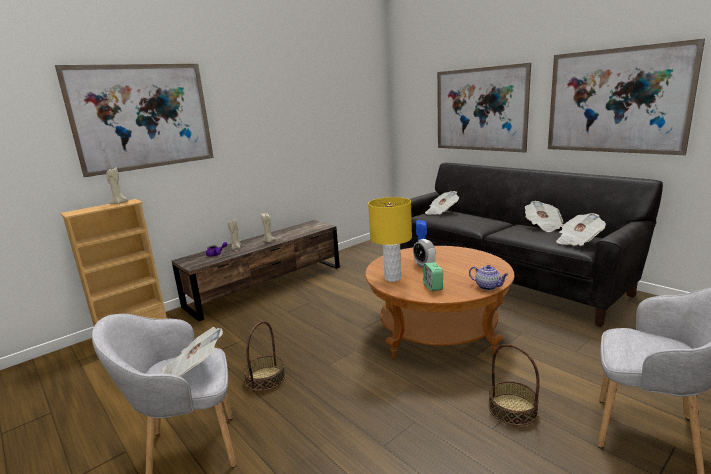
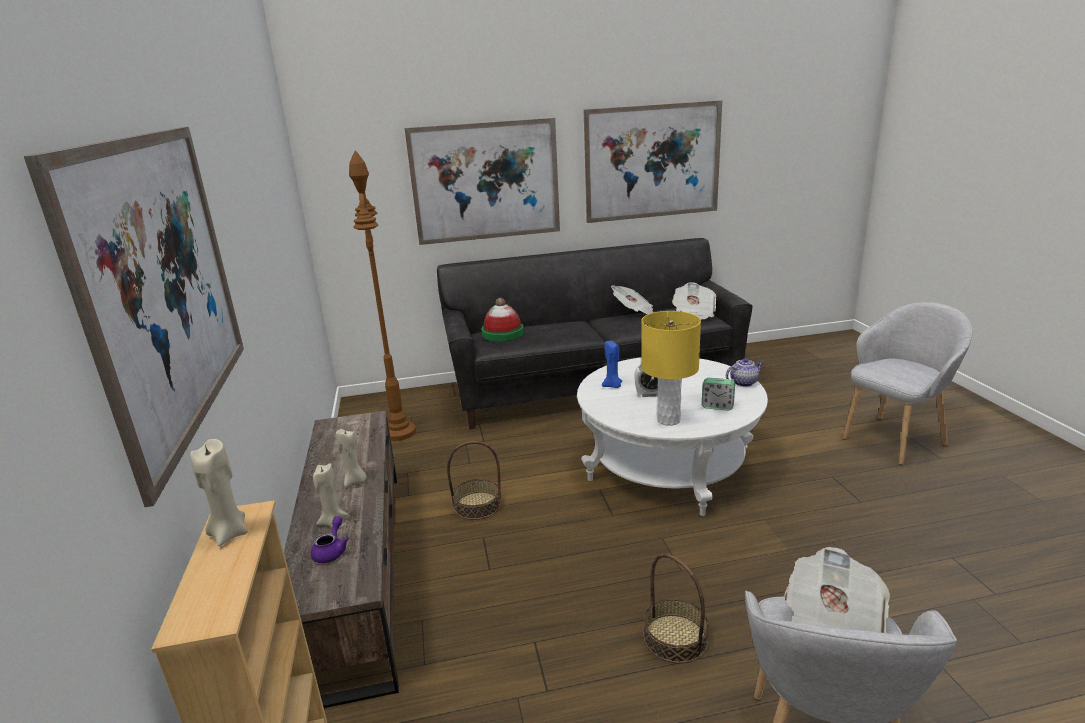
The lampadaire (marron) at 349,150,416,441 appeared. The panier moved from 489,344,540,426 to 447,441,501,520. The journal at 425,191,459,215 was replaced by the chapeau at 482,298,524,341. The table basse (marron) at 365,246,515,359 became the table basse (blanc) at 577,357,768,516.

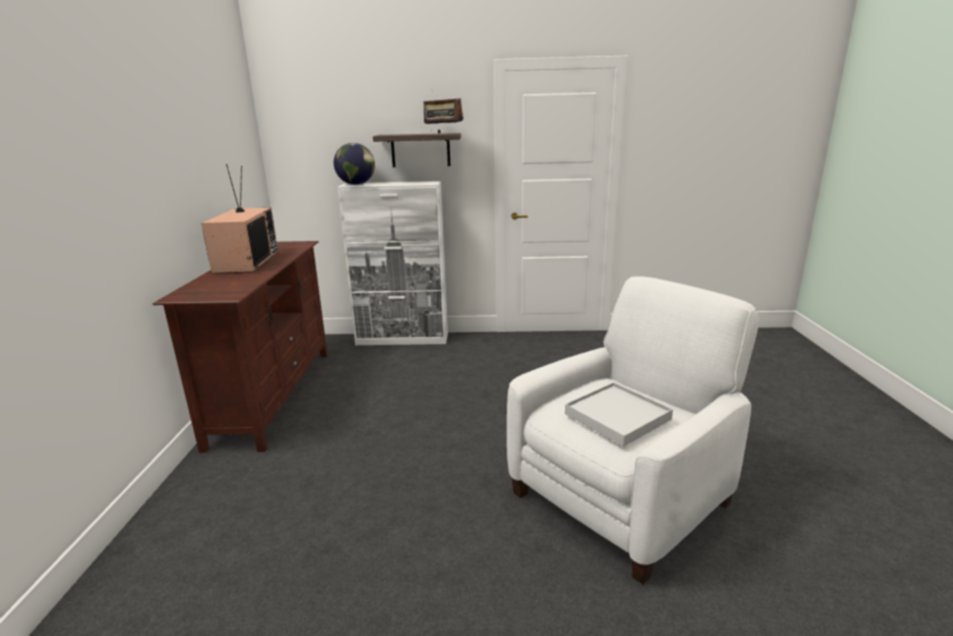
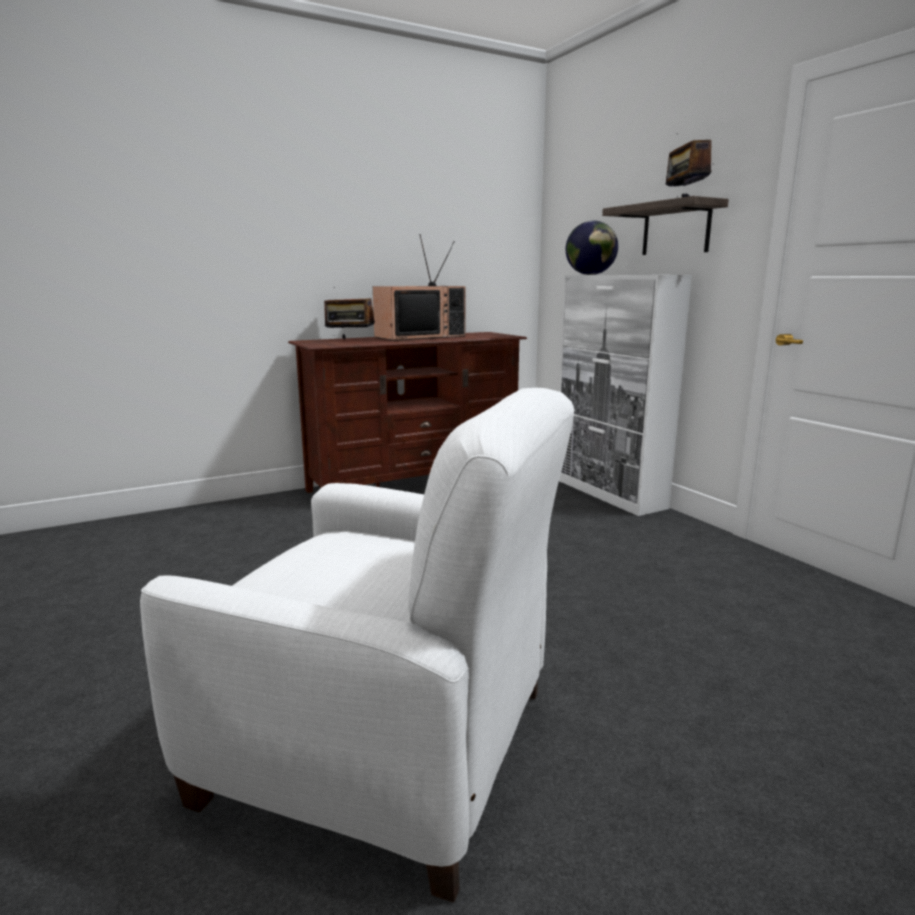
The plateau (blanc) at 565,382,673,447 disappeared. The radio at 324,287,375,339 appeared.

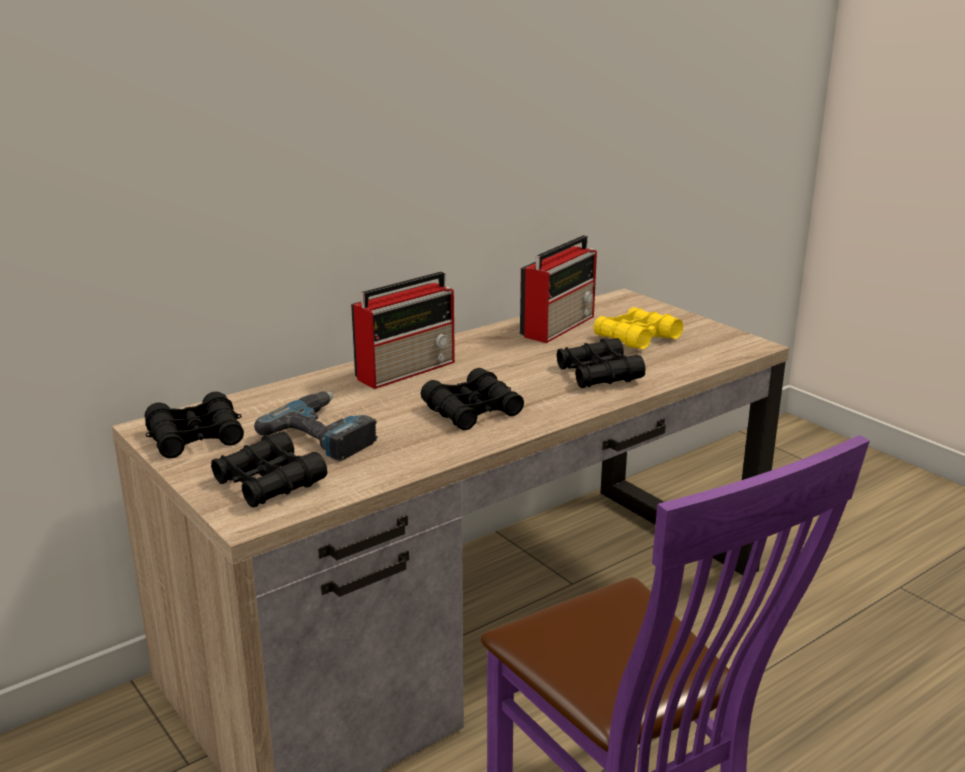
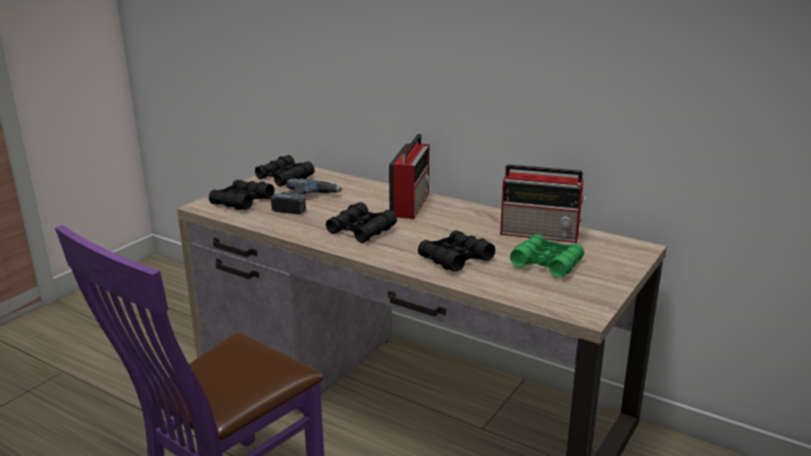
The jumelles (jaune) at 594,307,683,349 became the jumelles (vert) at 510,234,584,277. The radio at 351,272,455,389 turned 105 degrees counterclockwise.

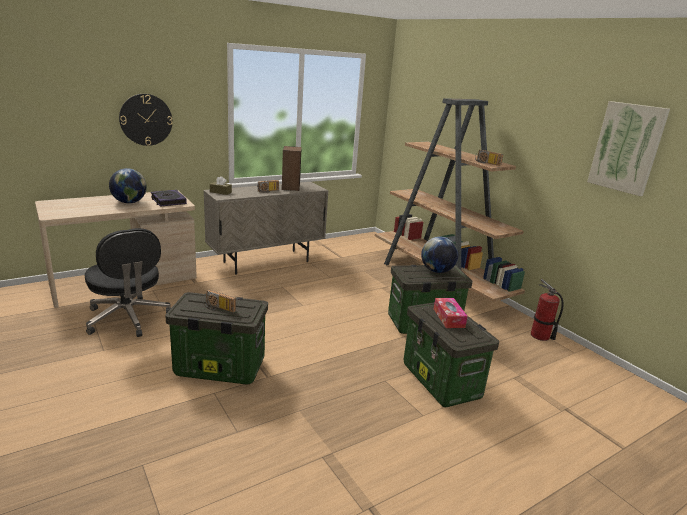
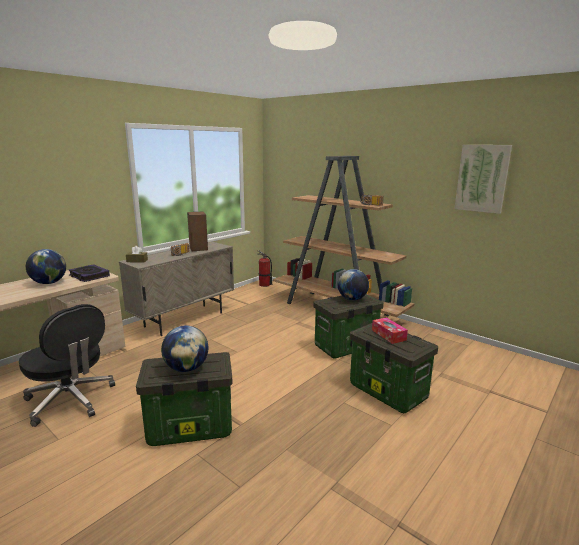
The horloge murale at 119,94,173,146 disappeared. The extincteur moved from 531,279,564,341 to 258,250,272,287. The radio at 203,290,236,313 was replaced by the globe at 161,325,208,372.

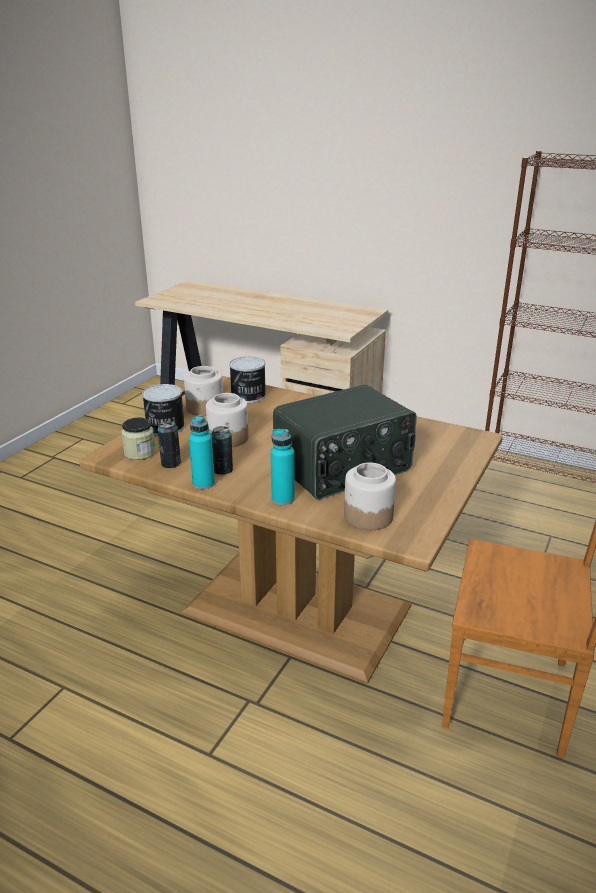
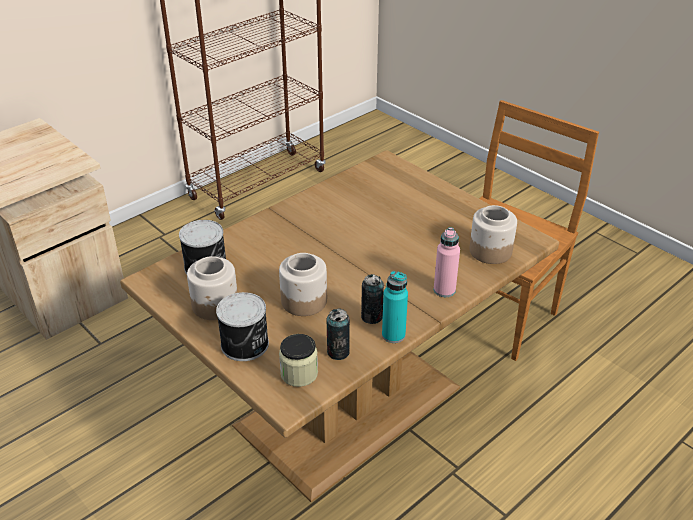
The radio at 273,384,417,499 disappeared. The bouteille (turquoise) at 271,429,295,505 became the bouteille (rose) at 434,227,460,297.

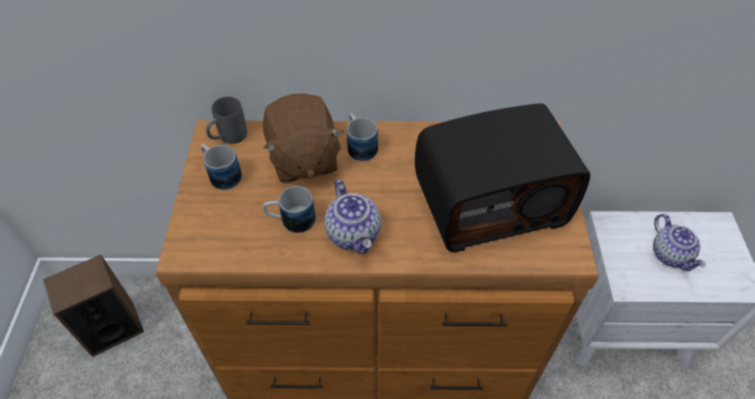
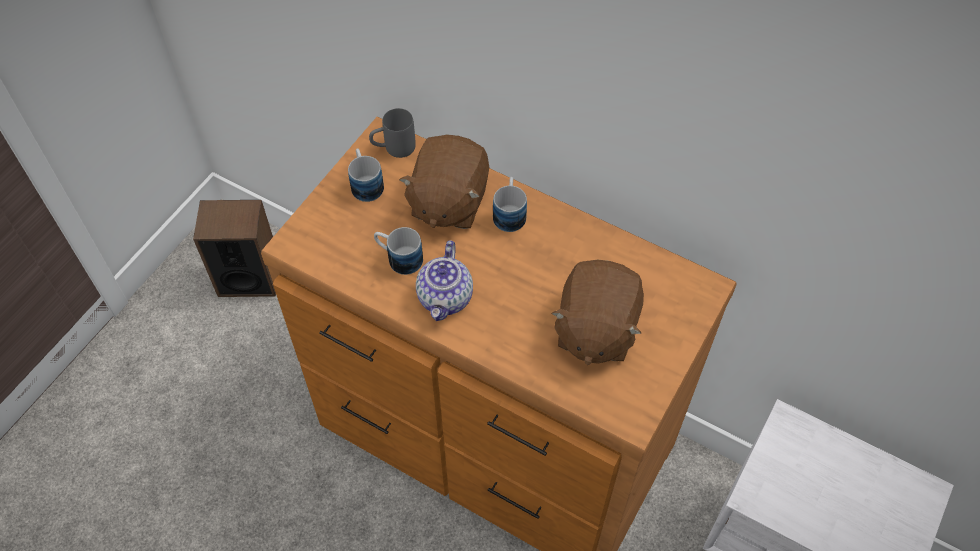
The théière at 653,214,706,271 disappeared. The radio at 415,103,590,252 was replaced by the peluche (marron) at 551,260,644,365.

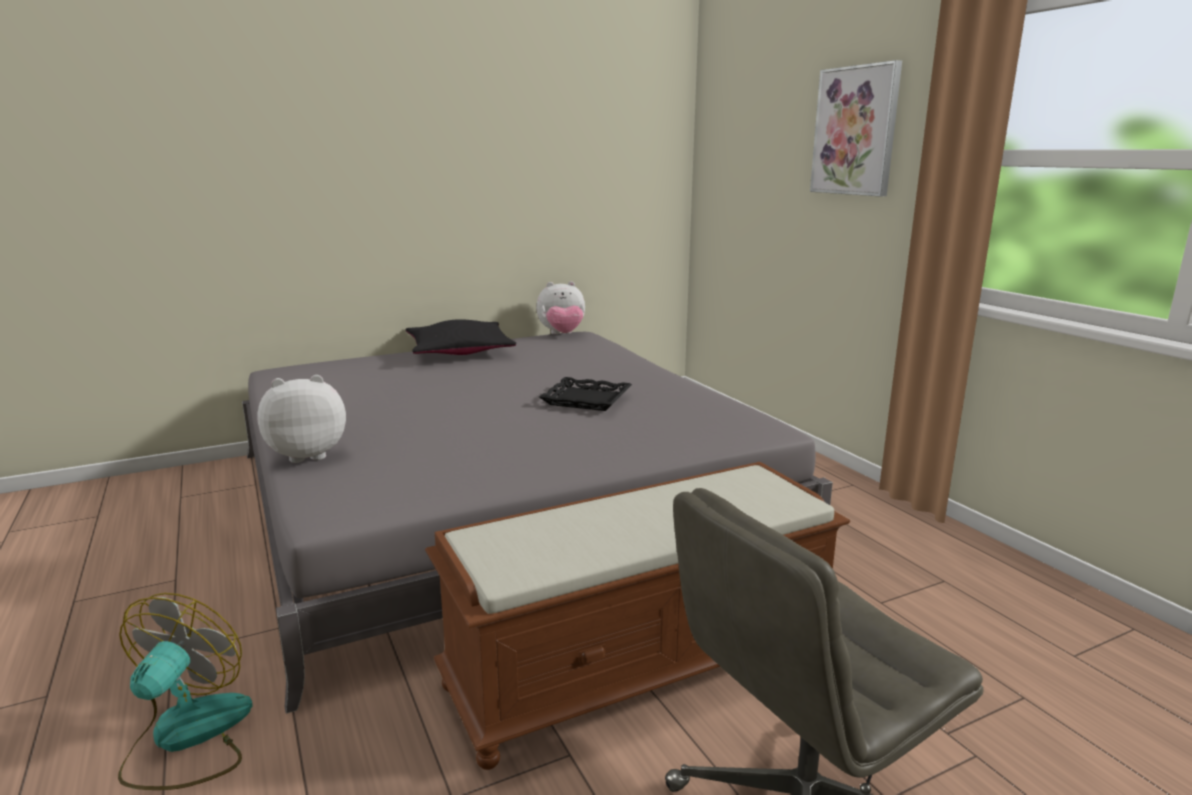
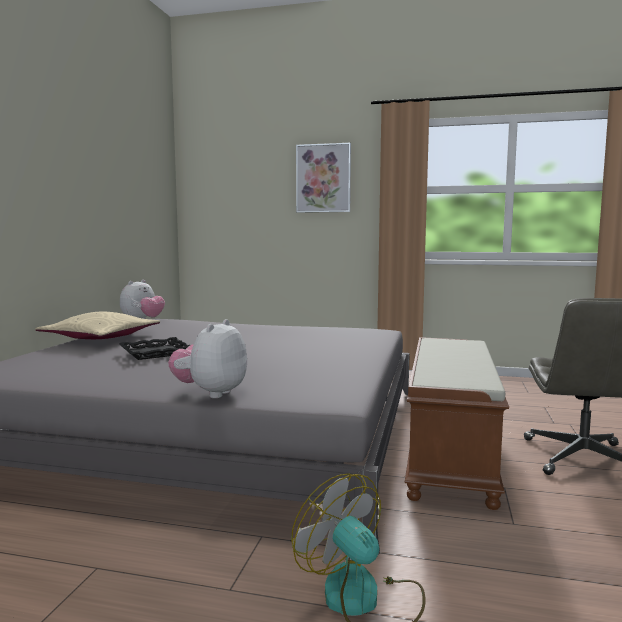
The plateau (noir) moved from 539,377,632,411 to 119,337,190,360. The coussin (noir) at 406,319,516,355 became the coussin (beige) at 35,311,160,339.

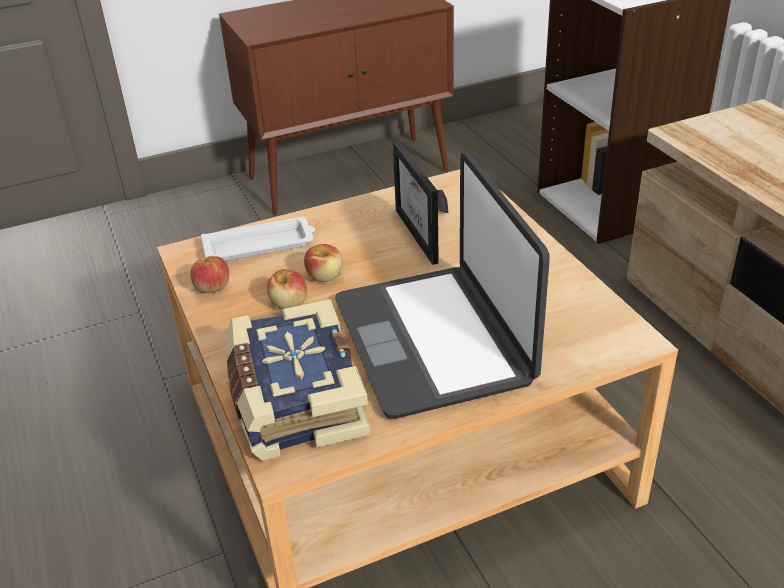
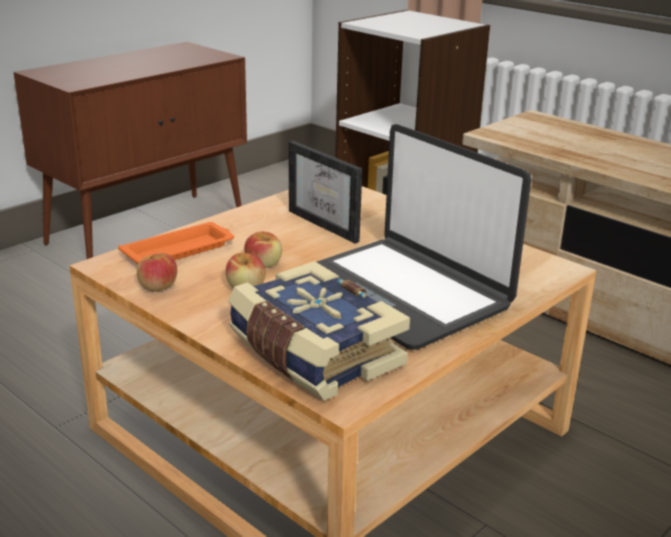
The plateau (blanc) at 201,217,315,261 became the plateau (orange) at 118,222,234,264.

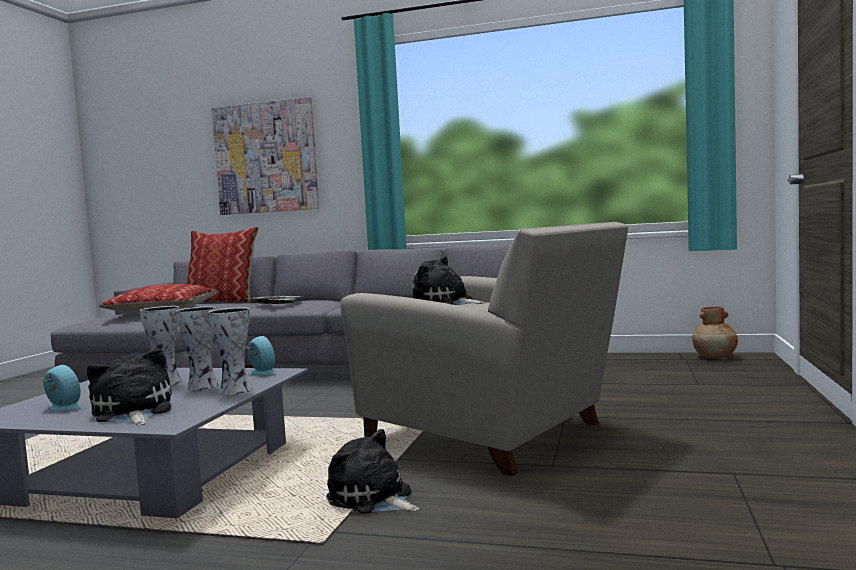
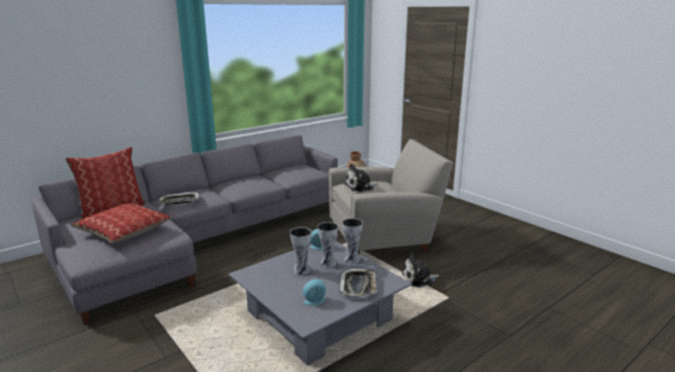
The tableau at 212,97,319,215 disappeared. The peluche at 87,348,172,425 was replaced by the plateau at 339,268,377,298.

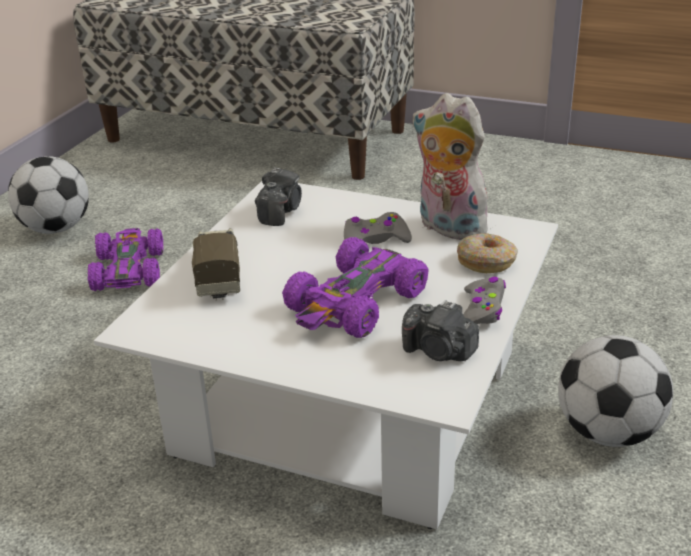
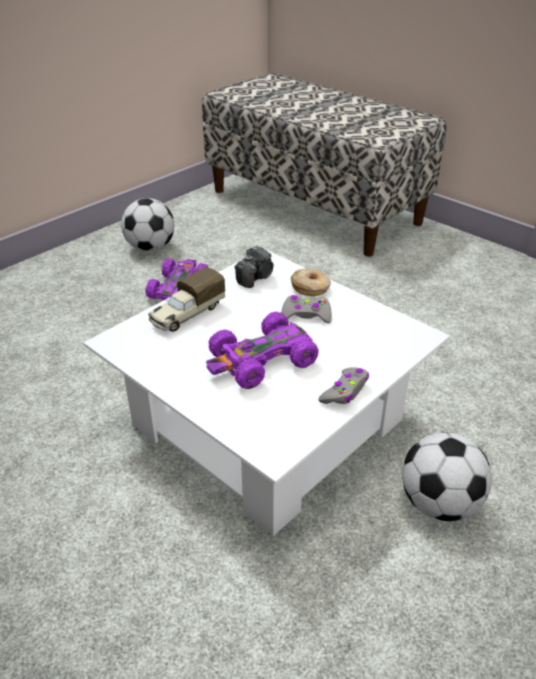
The appareil photo at 402,300,479,361 disappeared. The peluche at 412,93,494,240 disappeared. The beignet moved from 457,233,518,273 to 291,269,331,296. The camion jouet at 192,228,240,301 turned 150 degrees counterclockwise.

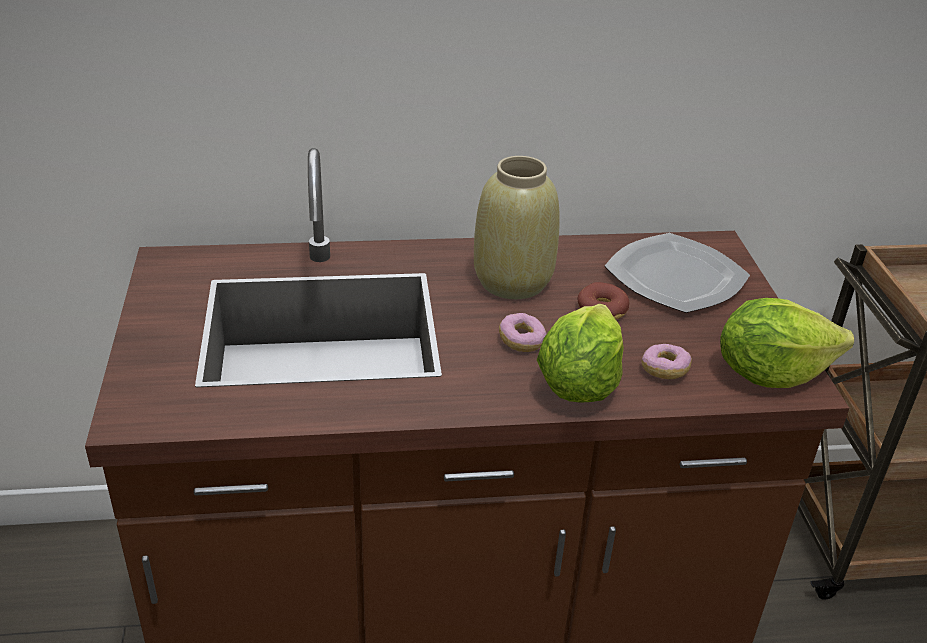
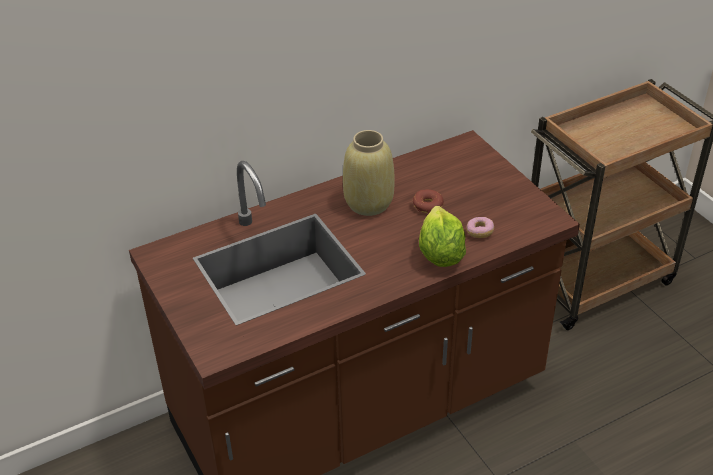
The beignet at 499,313,547,352 disappeared. The assiette at 605,233,750,313 disappeared. The laitue at 720,298,854,388 disappeared.

